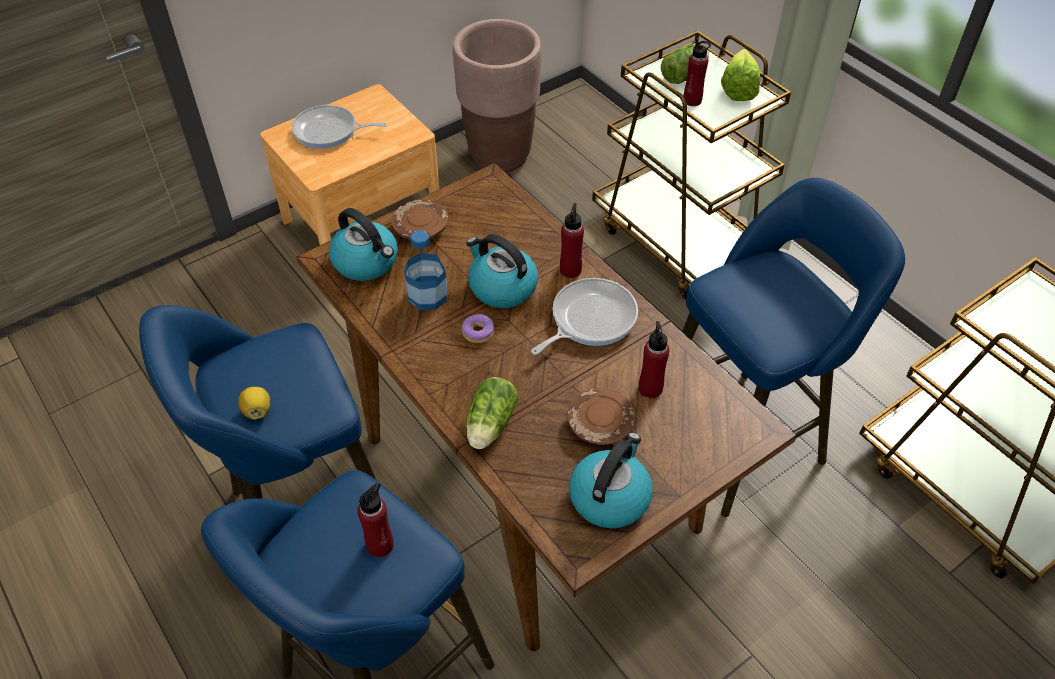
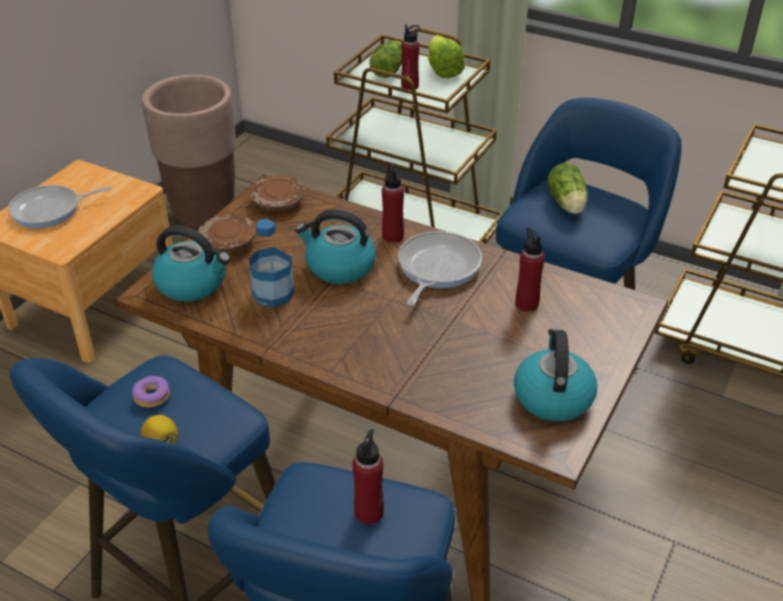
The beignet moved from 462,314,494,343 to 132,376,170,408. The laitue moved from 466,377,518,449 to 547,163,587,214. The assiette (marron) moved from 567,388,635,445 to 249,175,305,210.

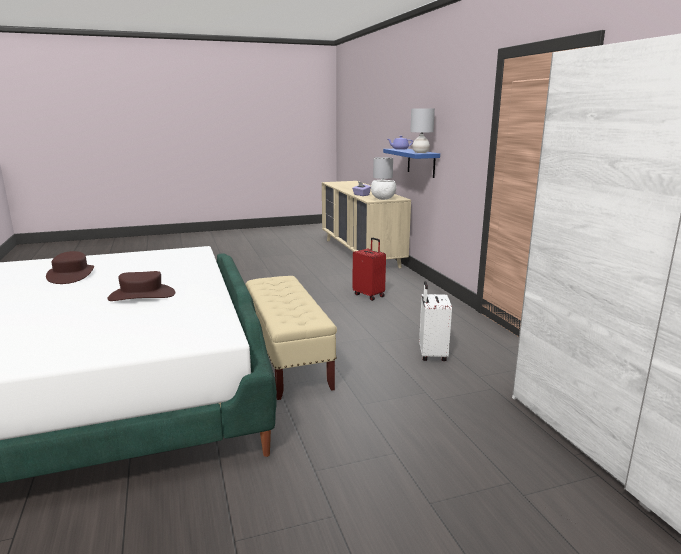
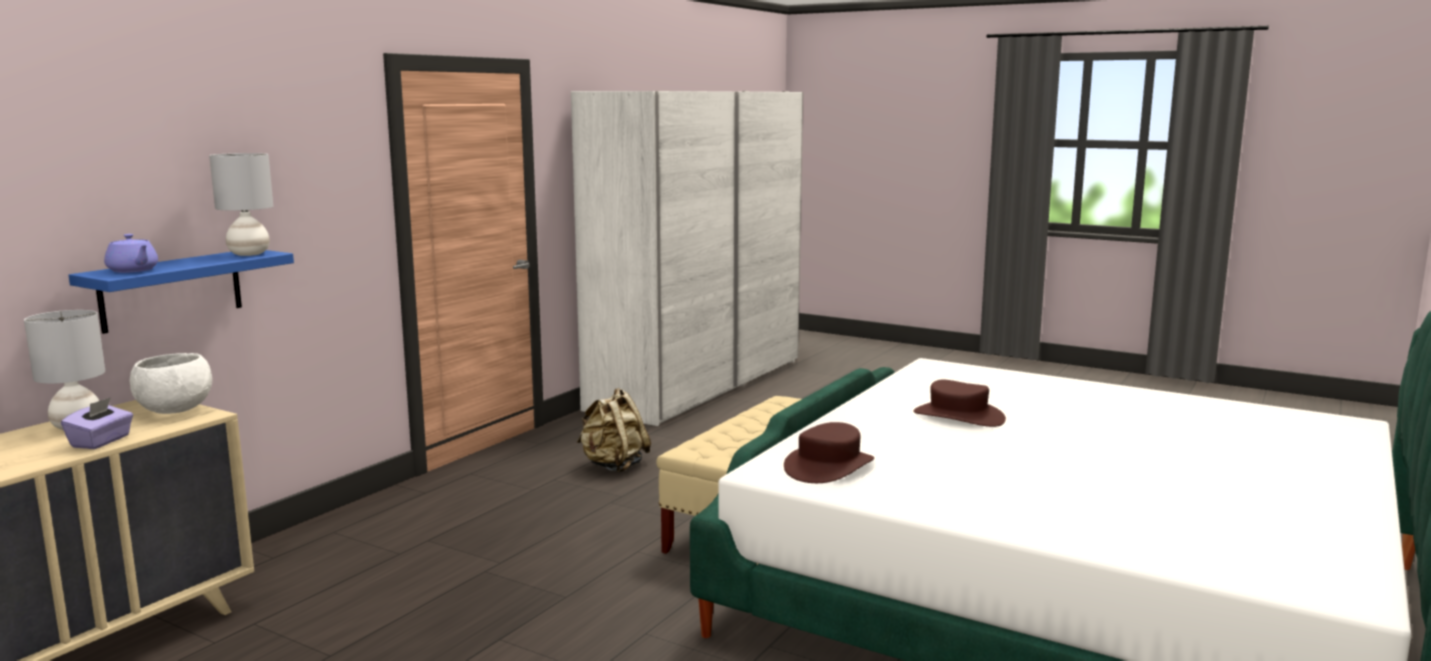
The valise (rouge) at 352,238,386,301 disappeared. The chapeau (marron) moved from 46,251,94,284 to 784,422,874,483. The valise (blanc) at 419,281,452,361 was replaced by the sac à dos (beige) at 577,388,651,473.

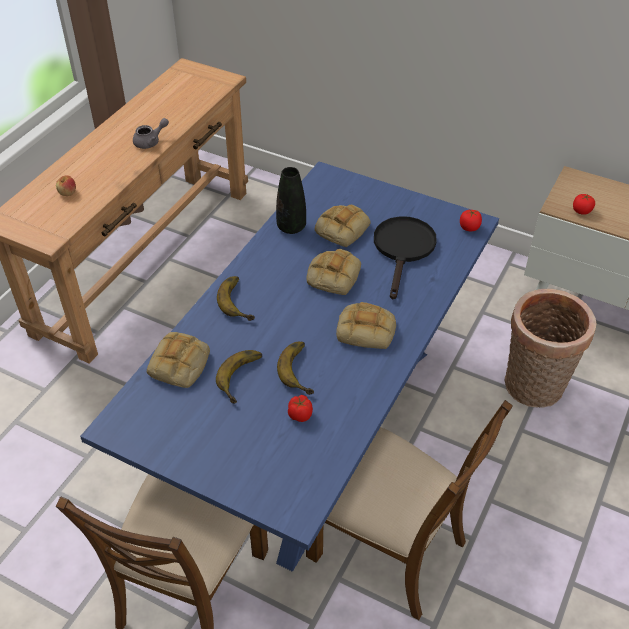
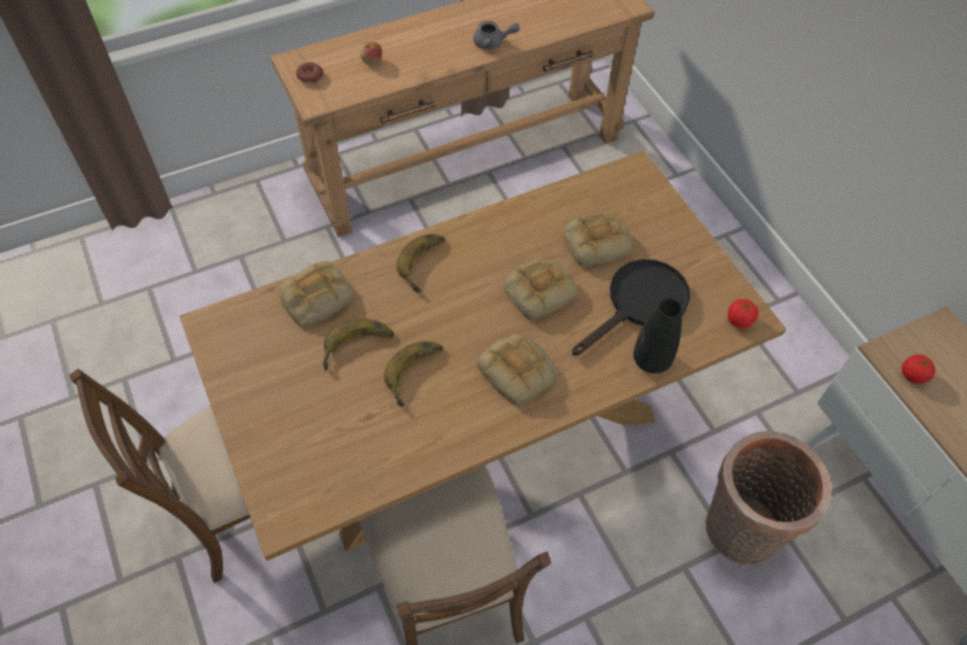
The tomate at 288,395,313,422 disappeared. The beignet at 296,62,324,83 appeared. The vase (noir) moved from 276,167,306,234 to 633,298,682,374. The table à manger (bleu) at 80,161,499,572 became the table à manger (marron) at 179,151,786,561.

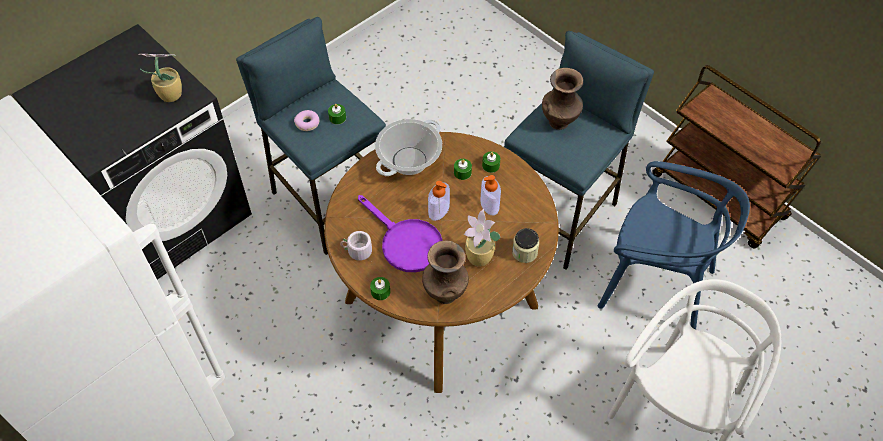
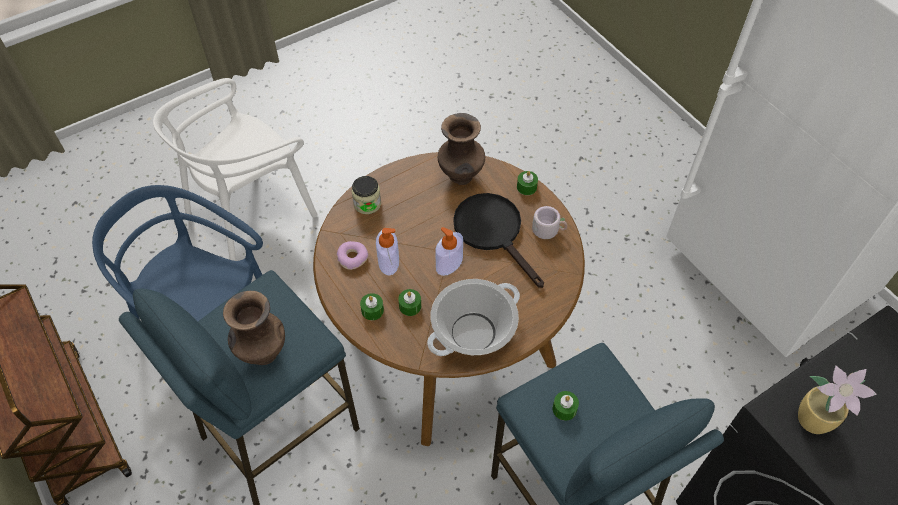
The plante en pot at 464,209,500,267 disappeared. The beignet moved from 294,110,320,131 to 337,241,368,270. The poêle (violet) at 358,195,443,272 became the poêle (noir) at 453,193,544,288.

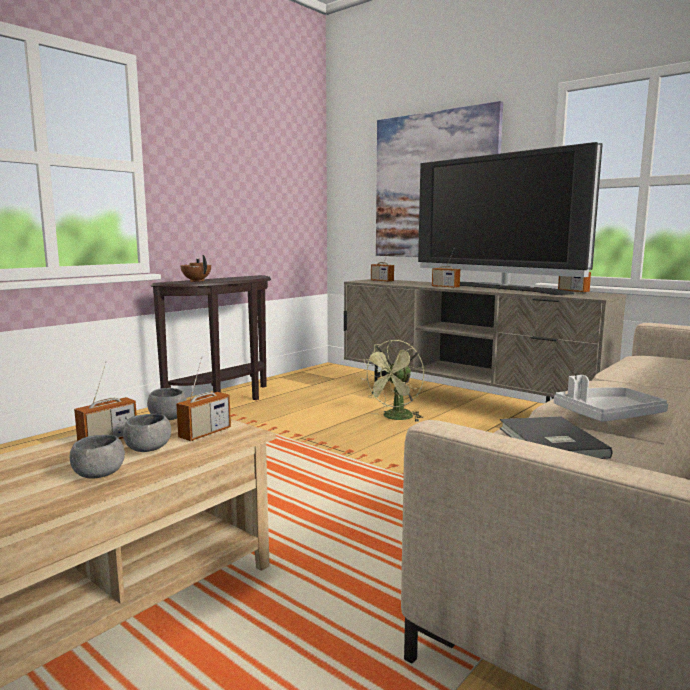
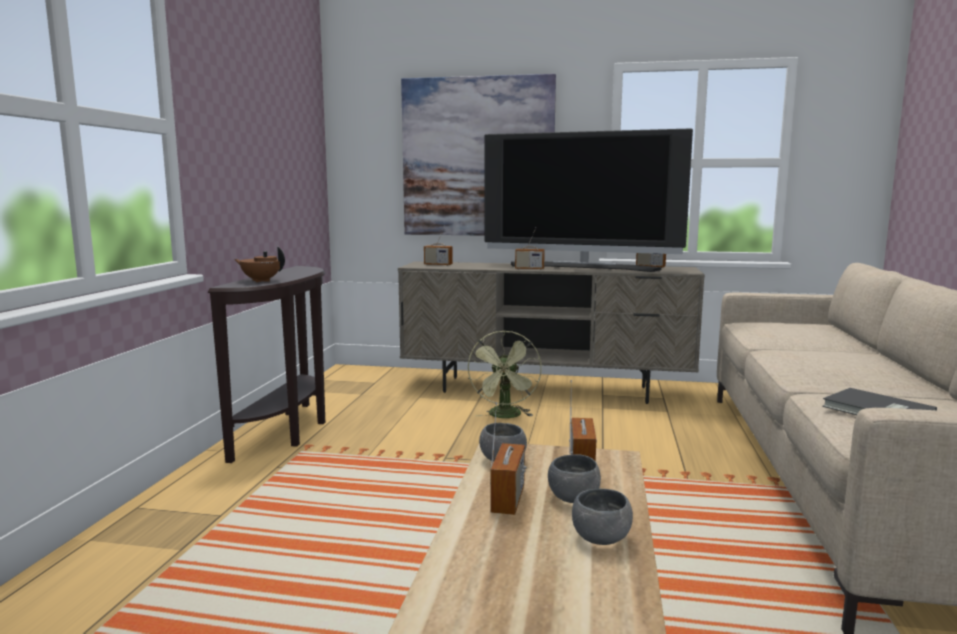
The plateau (gris) at 554,375,668,422 disappeared.

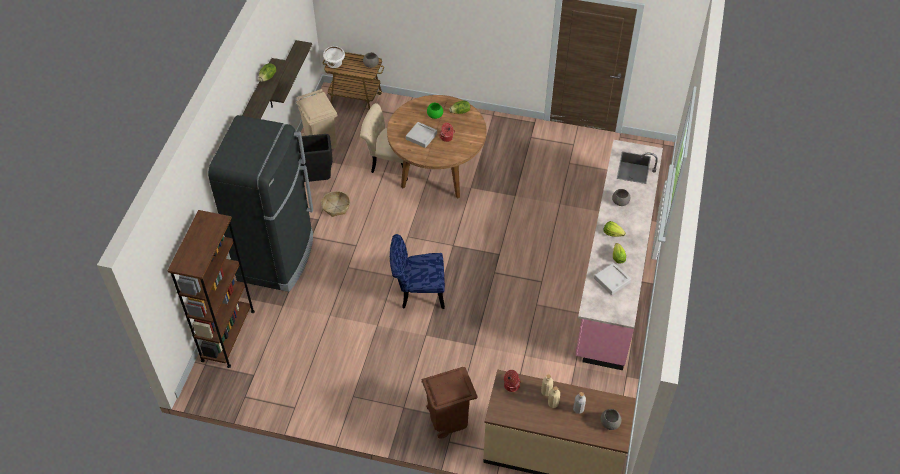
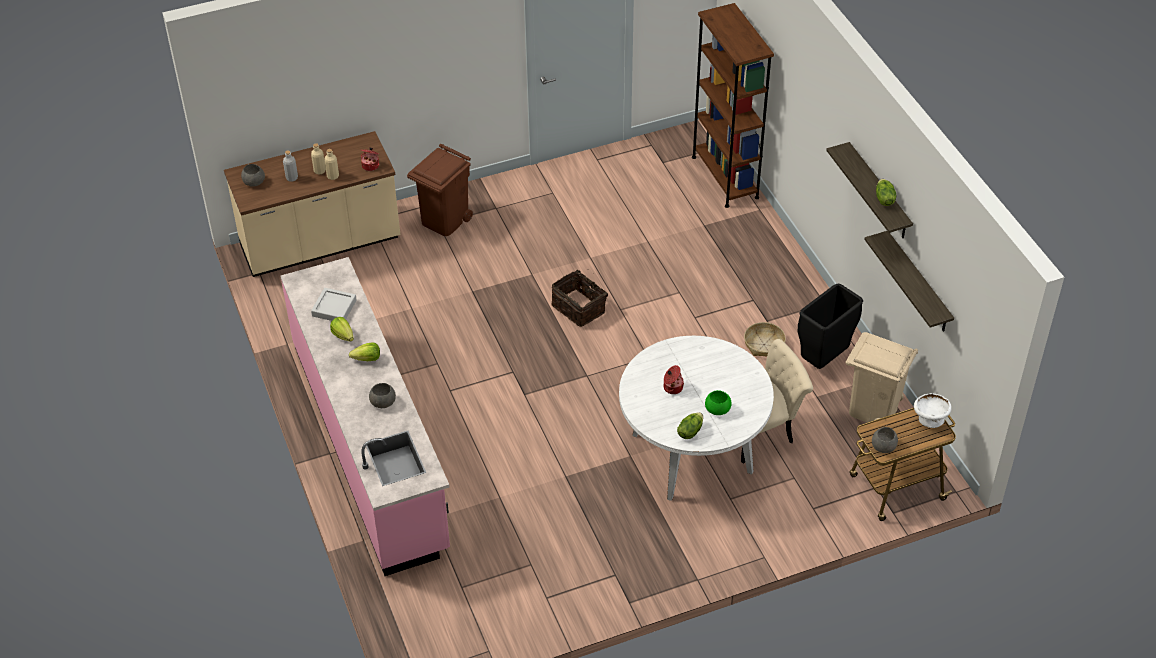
The réfrigérateur (noir) at 208,115,313,292 disappeared. The plateau (gris) at 406,122,437,148 disappeared. The chaise (bleu) at 390,234,445,309 was replaced by the panier at 551,270,608,327. The table à manger (marron) at 387,95,486,199 became the table à manger (blanc) at 619,336,774,501.

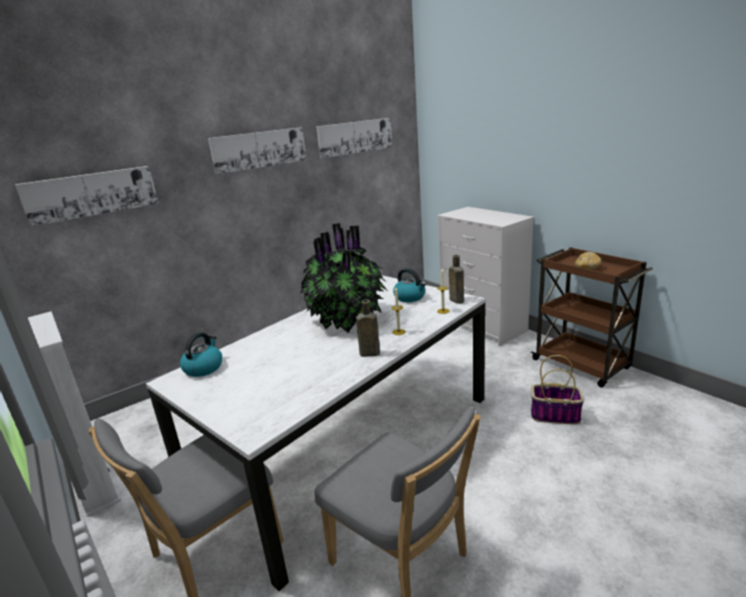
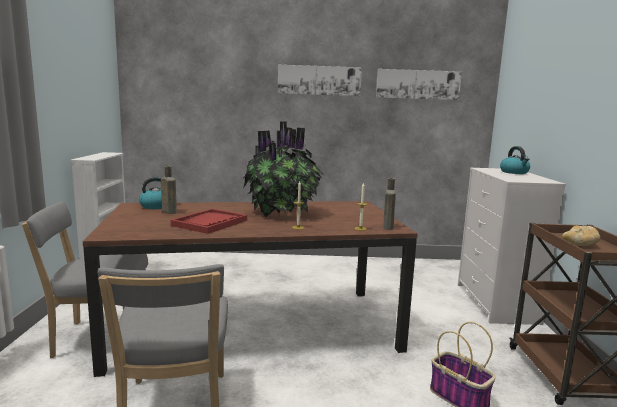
The tableau at 15,166,159,227 disappeared. The plateau (rouge) at 171,209,247,234 appeared. The bouteille (marron) moved from 356,299,380,357 to 161,166,177,214. The bouilloire moved from 393,268,426,302 to 500,146,530,174. The table à manger (blanc) at 146,275,486,591 became the table à manger (marron) at 83,201,418,377.

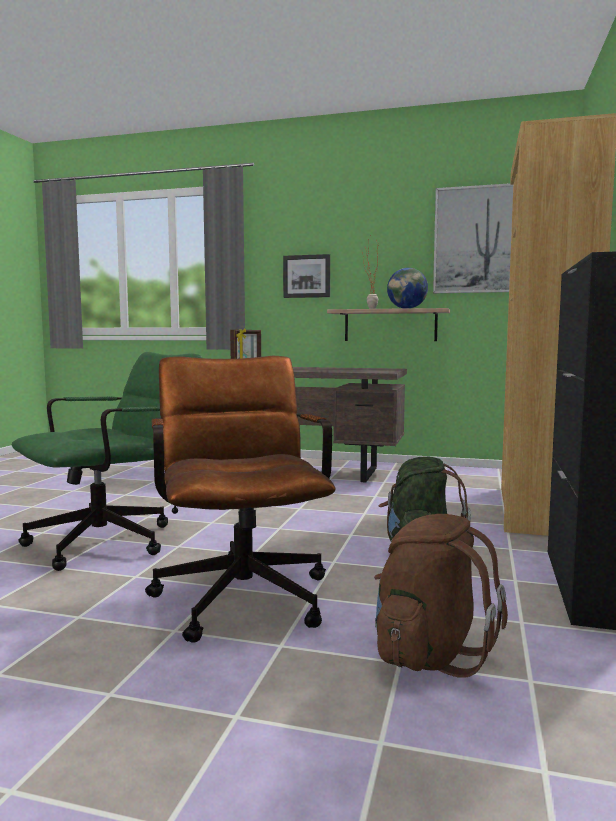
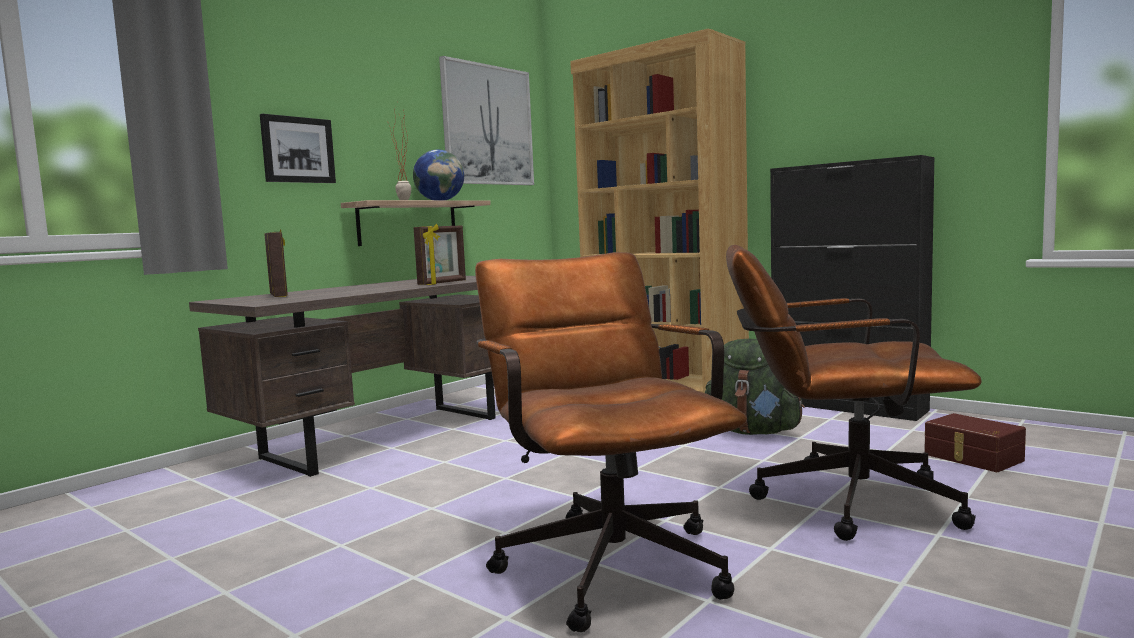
The cadre photo at 414,224,466,285 appeared. The sac à dos (marron) at 374,514,508,678 was replaced by the boîte de rangement (marron) at 925,413,1026,472. The chaise de bureau (vert) at 12,352,202,571 became the chaise de bureau (marron) at 475,252,747,632.

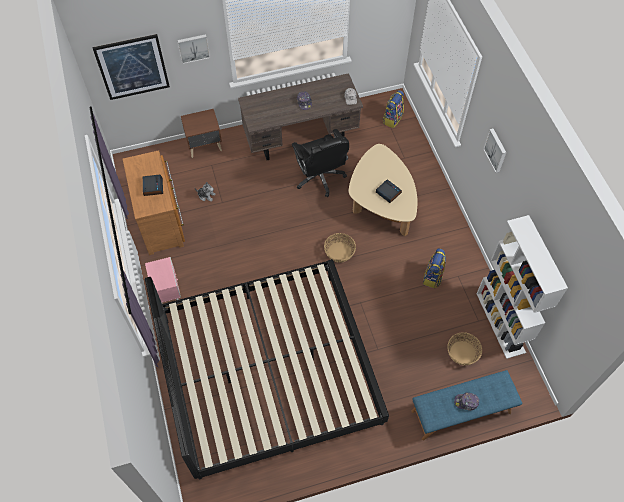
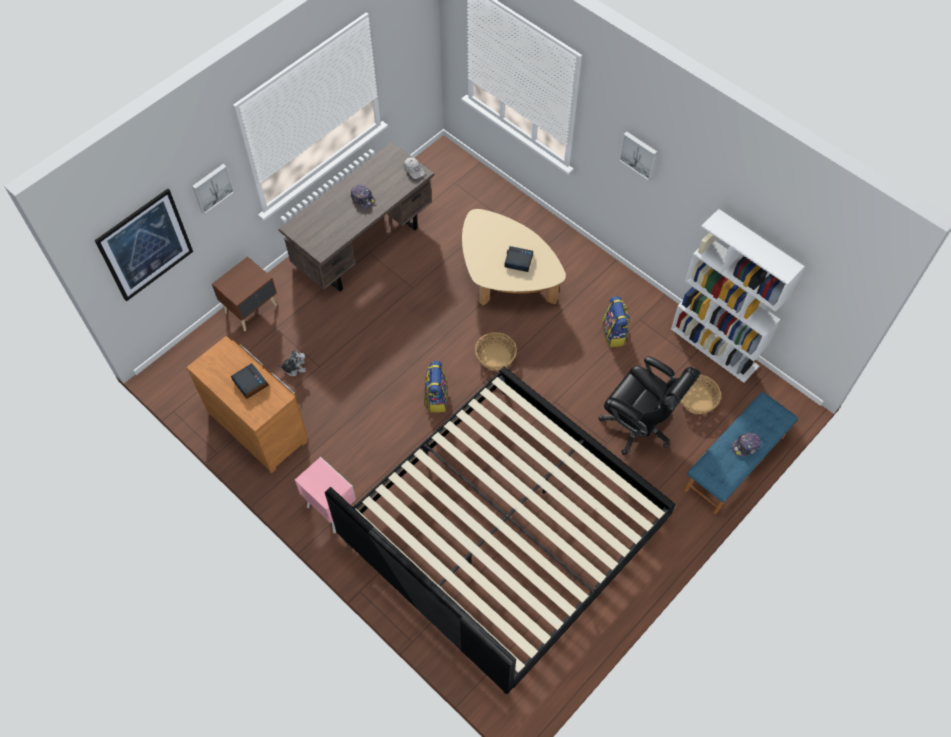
The chaise de bureau (noir) moved from 292,129,349,197 to 598,356,701,455. The sac à dos moved from 383,90,404,128 to 424,361,448,412.

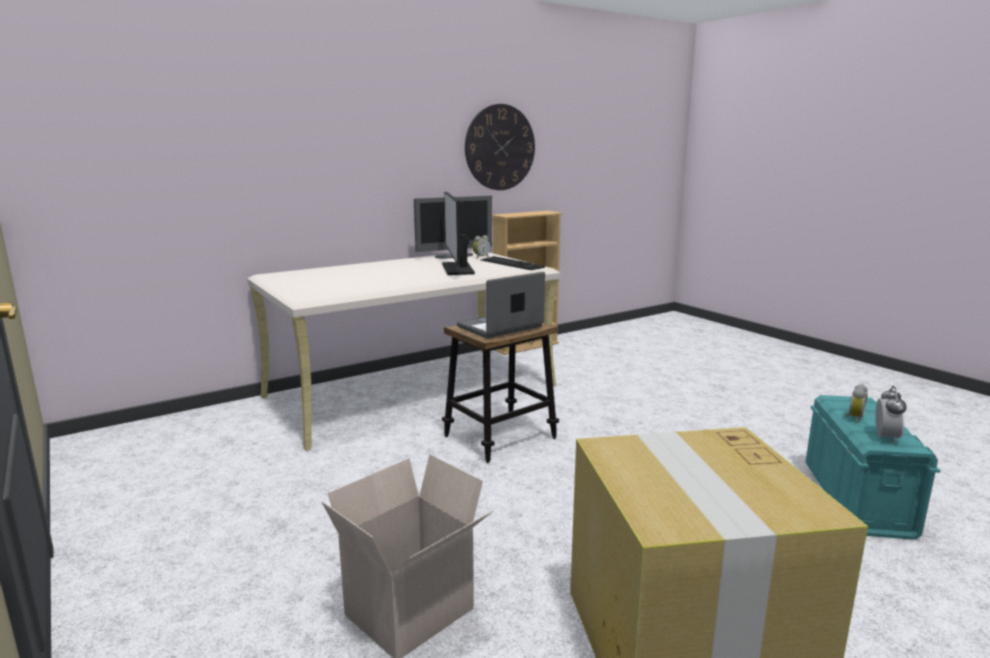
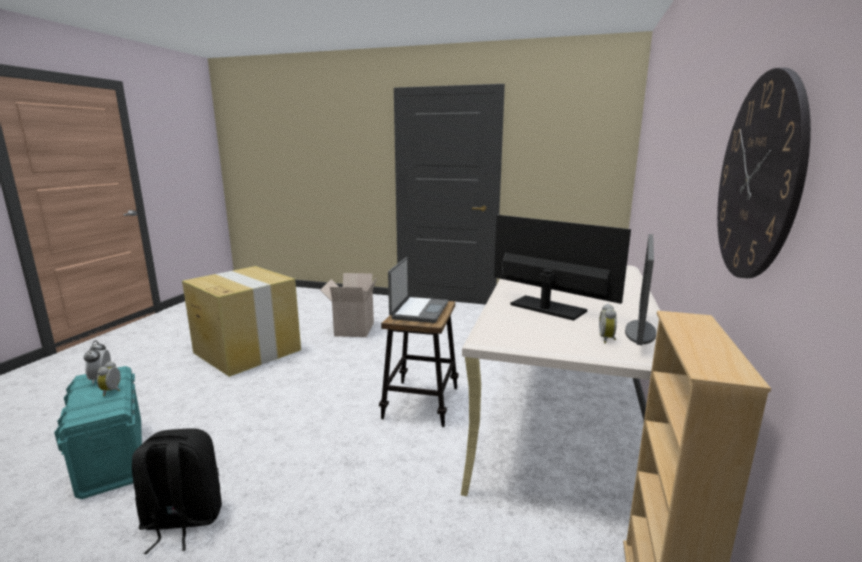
The clavier at 481,256,545,270 disappeared. The sac à dos (noir) at 132,428,222,554 appeared.

